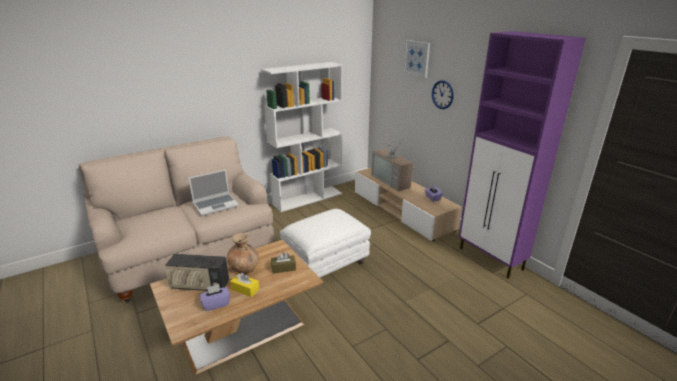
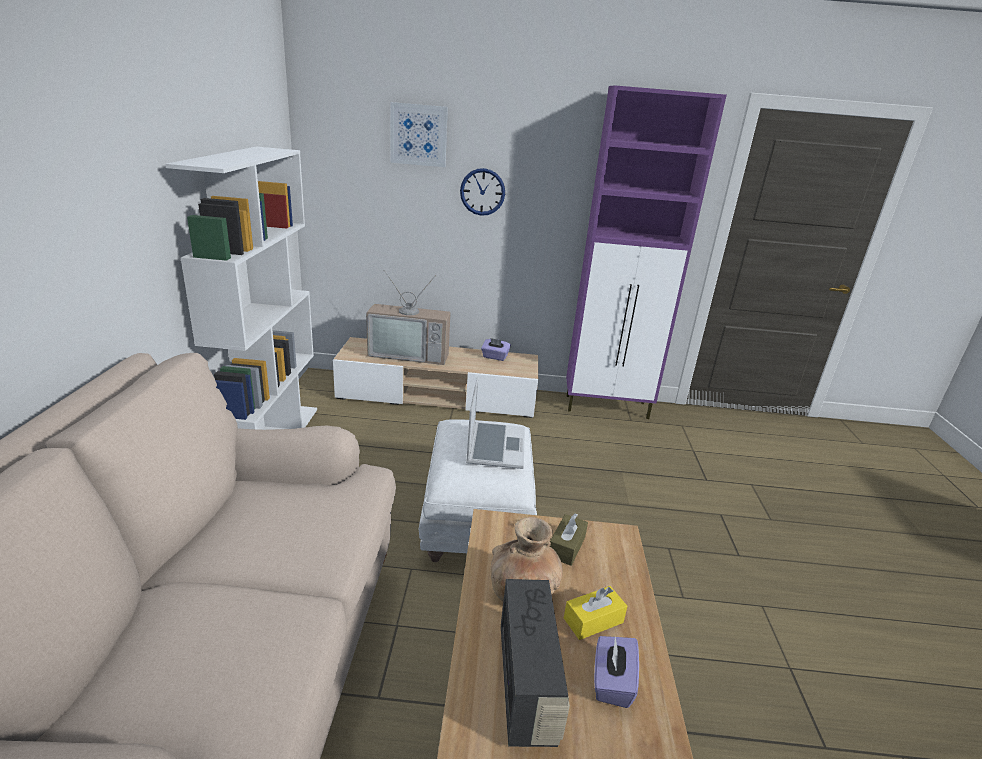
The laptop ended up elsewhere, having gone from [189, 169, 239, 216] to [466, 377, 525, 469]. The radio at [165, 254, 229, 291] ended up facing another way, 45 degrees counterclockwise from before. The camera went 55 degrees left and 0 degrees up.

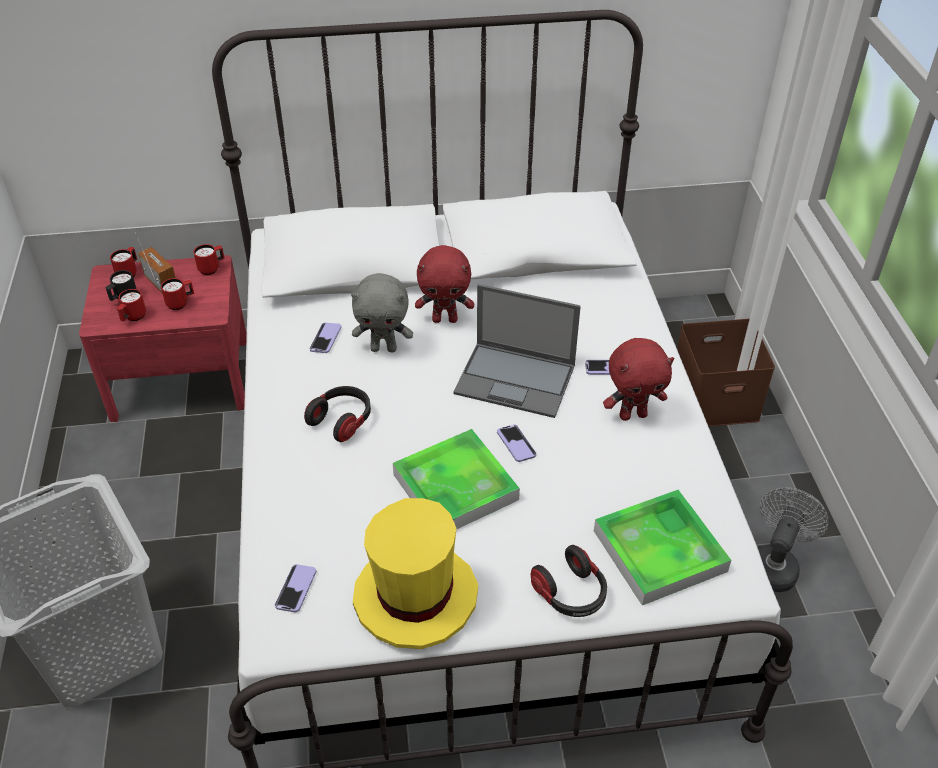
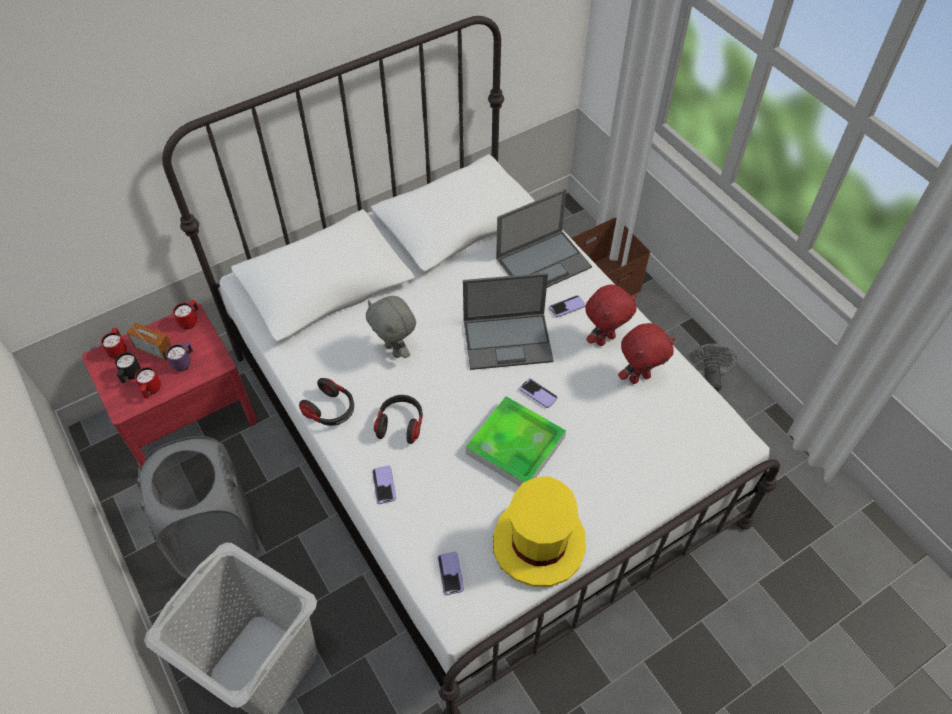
The red plush toy ended up elsewhere, having gone from [415, 245, 474, 323] to [618, 323, 675, 384]. The grey plush toy at [351, 273, 413, 352] ended up facing another way, 75 degrees clockwise from before. What was the red mug at [161, 278, 194, 310] turned into the purple mug at [166, 342, 193, 371]. The phone ended up elsewhere, having gone from [310, 323, 341, 353] to [372, 465, 396, 504]. The second view lost the tray at [594, 489, 731, 605]. The headphones ended up elsewhere, having gone from [531, 545, 607, 617] to [299, 378, 354, 426]. The second view gained the laptop at [496, 189, 592, 288]. The second view gained the grey laundry basket at [137, 436, 259, 579]. The camera went 25 degrees left and 10 degrees up.

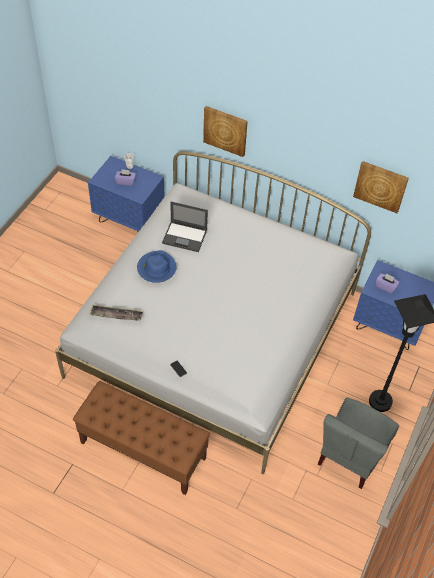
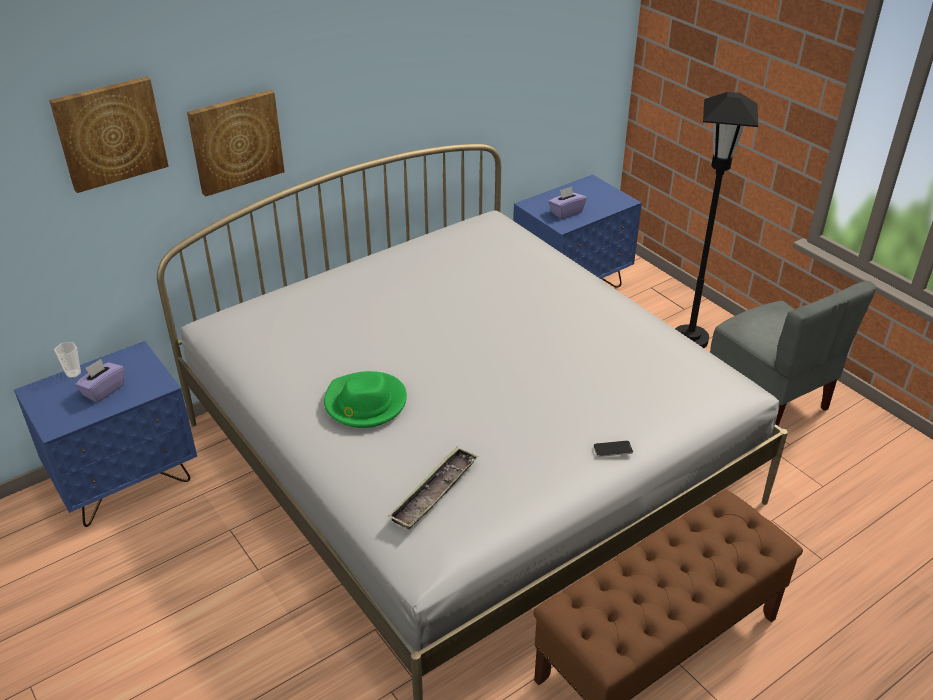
The picture ended up elsewhere, having gone from [353, 161, 409, 213] to [49, 77, 169, 193]. The second view lost the laptop at [162, 202, 208, 252]. What was the blue hat at [137, 250, 177, 283] turned into the green hat at [324, 371, 407, 428]. The camera went 60 degrees left and 15 degrees down.

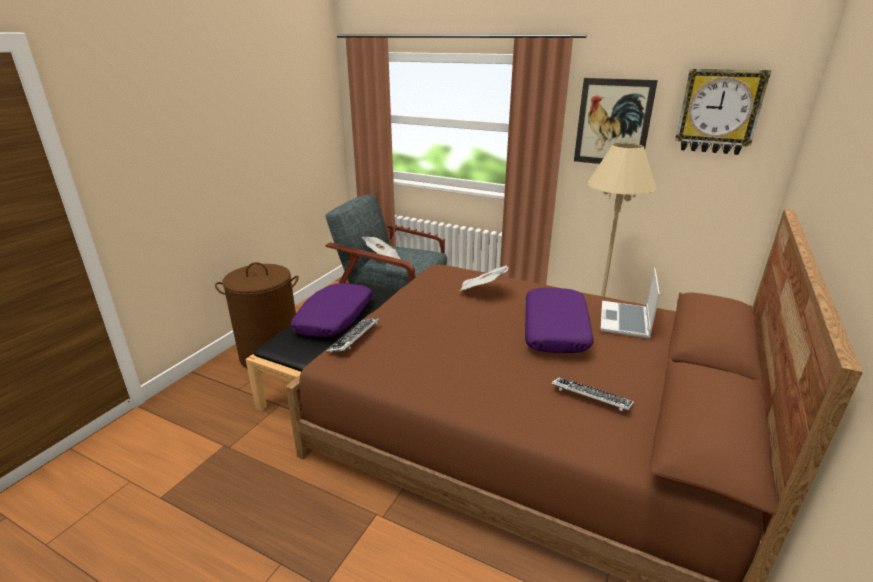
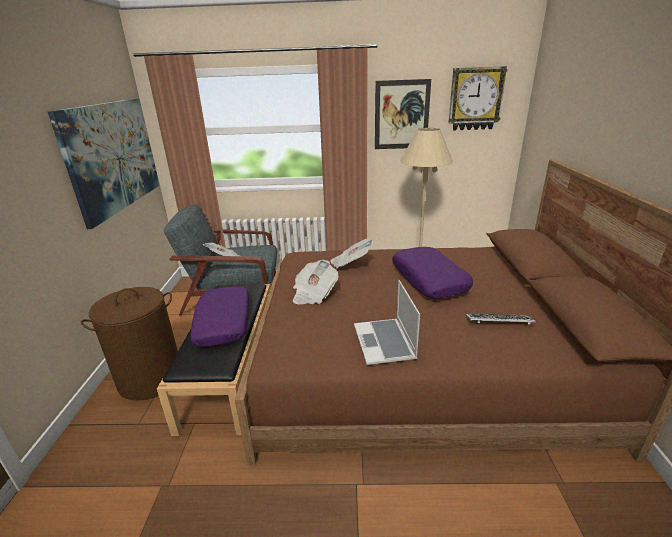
The laptop ended up elsewhere, having gone from [600, 268, 660, 338] to [354, 280, 420, 365]. The second view lost the keyboard at [326, 317, 379, 353]. The second view gained the picture at [48, 98, 160, 229]. The second view gained the newspaper at [293, 260, 338, 304]. The camera went 25 degrees left and 0 degrees up.

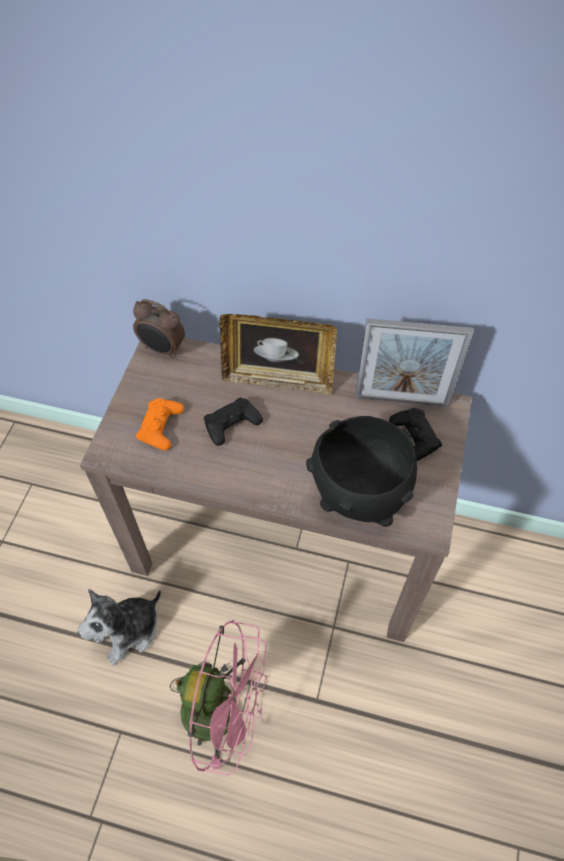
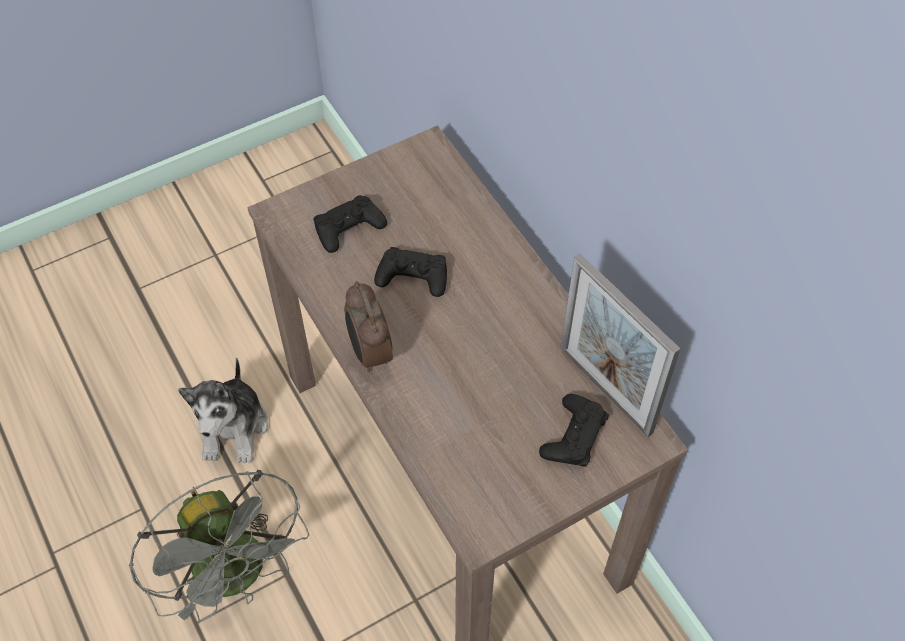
The alarm clock ended up elsewhere, having gone from [133, 299, 185, 358] to [344, 281, 393, 372]. The second view lost the picture frame at [219, 314, 337, 395]. What was the orange game controller at [136, 398, 184, 450] turned into the black game controller at [313, 195, 387, 253]. The second view lost the black bowl at [306, 416, 417, 527]. The plush toy at [77, 589, 161, 665] ended up facing another way, 90 degrees counterclockwise from before. What was the pink fan at [170, 620, 267, 775] turned into the grey fan at [129, 470, 309, 621]. The camera went 45 degrees right and 0 degrees up.

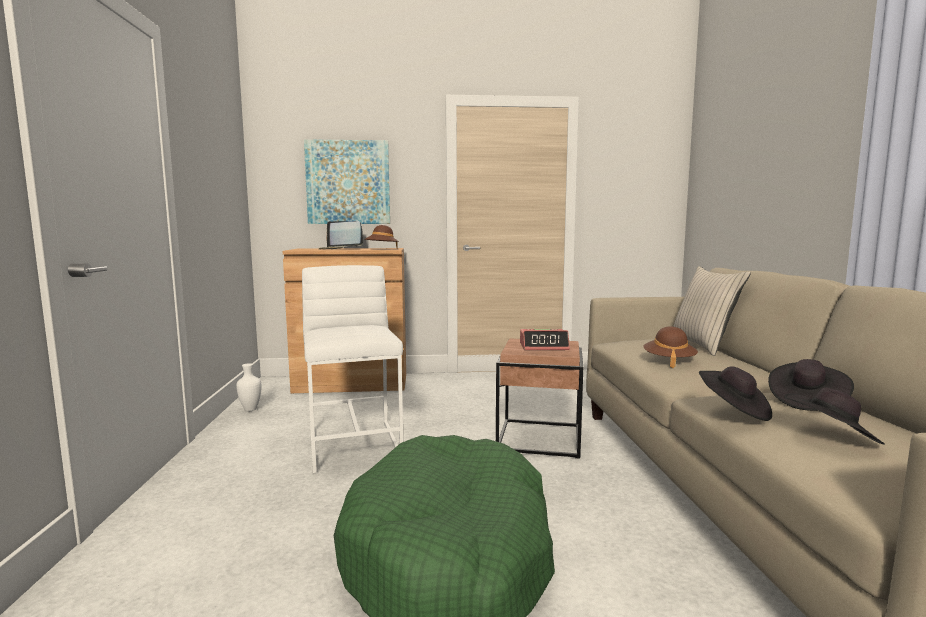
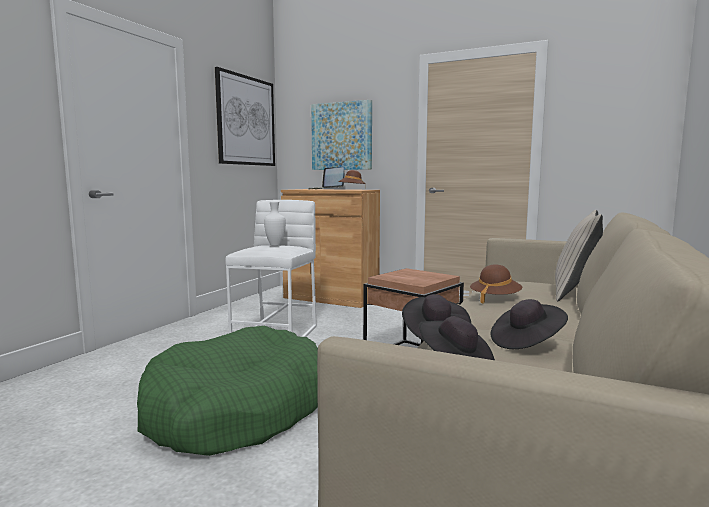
The second view lost the alarm clock at [520, 329, 570, 350]. The white vase ended up elsewhere, having gone from [236, 363, 261, 412] to [264, 201, 286, 246]. The second view gained the picture at [215, 67, 275, 166]. The camera went 30 degrees right and 0 degrees up.

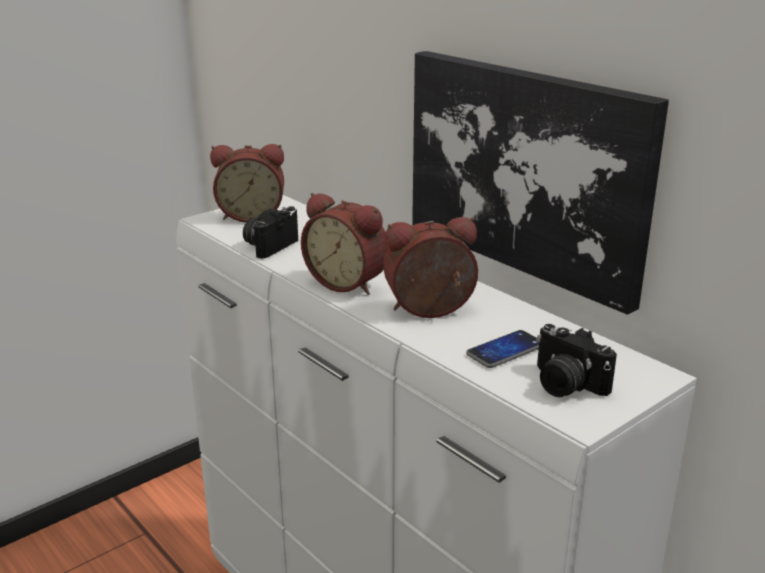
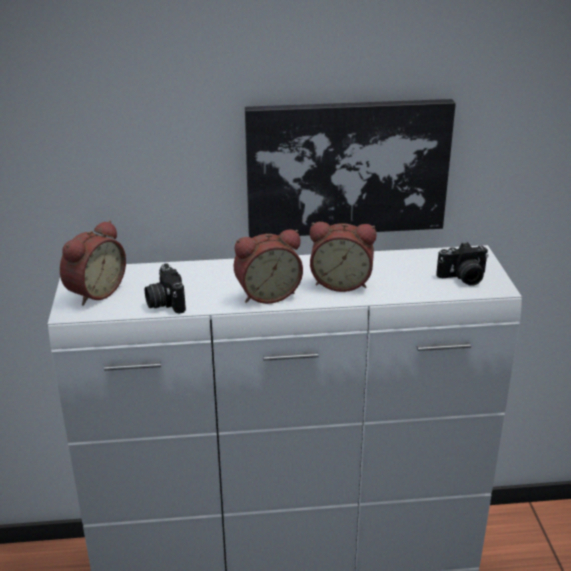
The alarm clock at [384, 217, 478, 318] ended up facing another way, 105 degrees counterclockwise from before. The second view lost the phone at [466, 330, 539, 368]. The camera went 55 degrees left and 5 degrees up.

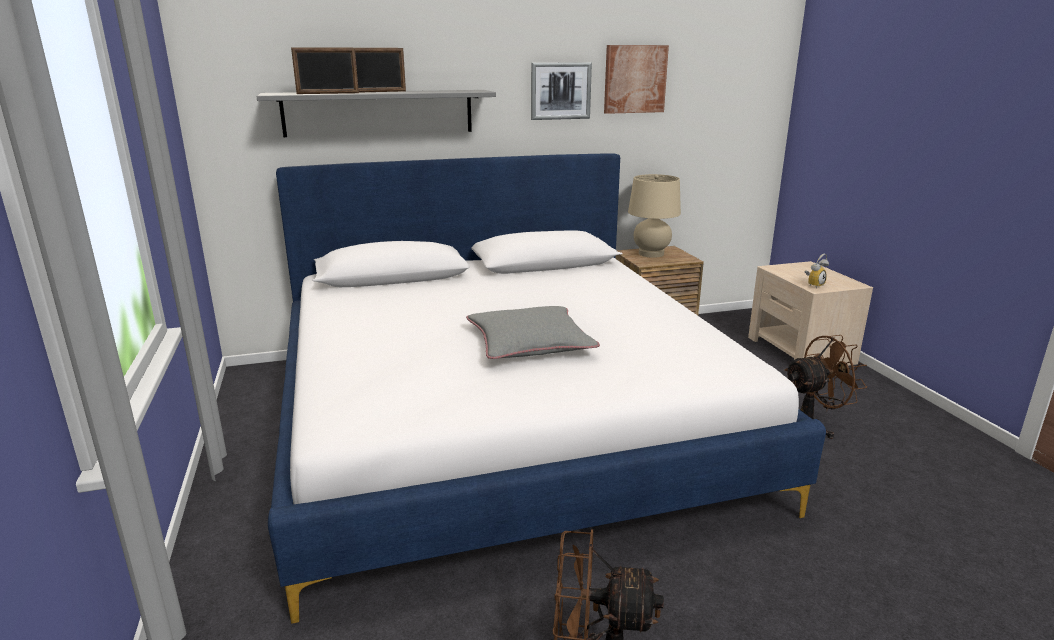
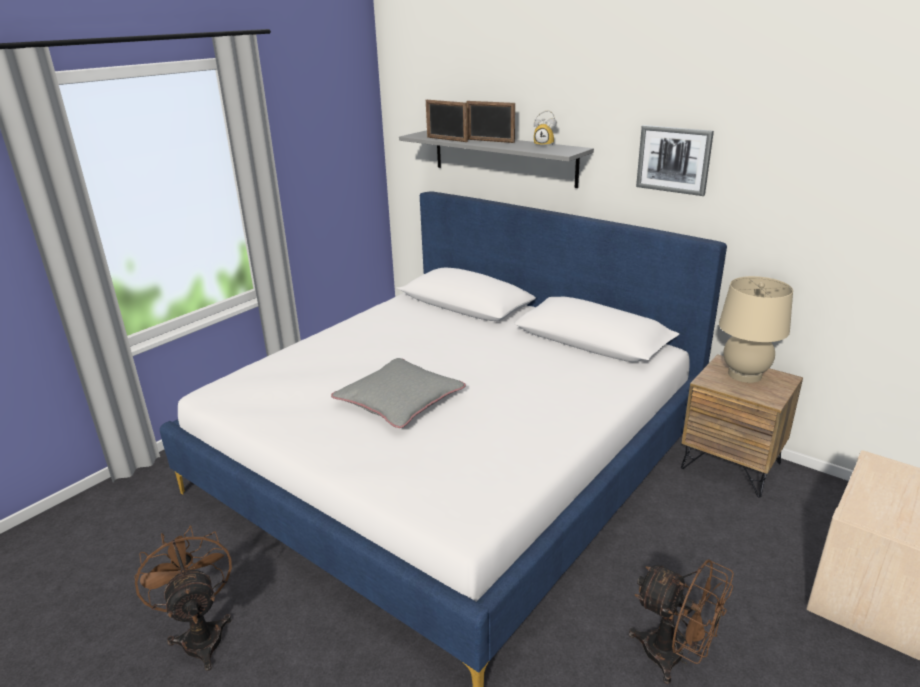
The second view lost the picture at [604, 45, 669, 114]. The alarm clock ended up elsewhere, having gone from [804, 254, 829, 289] to [534, 111, 557, 147]. The camera went 55 degrees right and 5 degrees up.

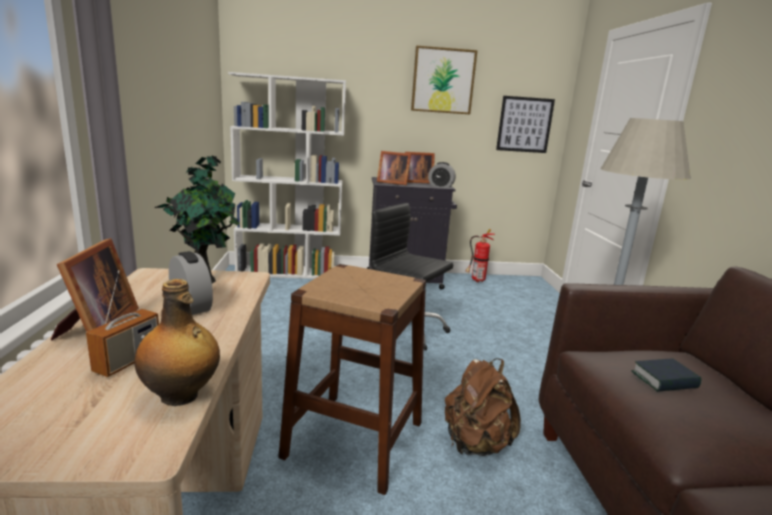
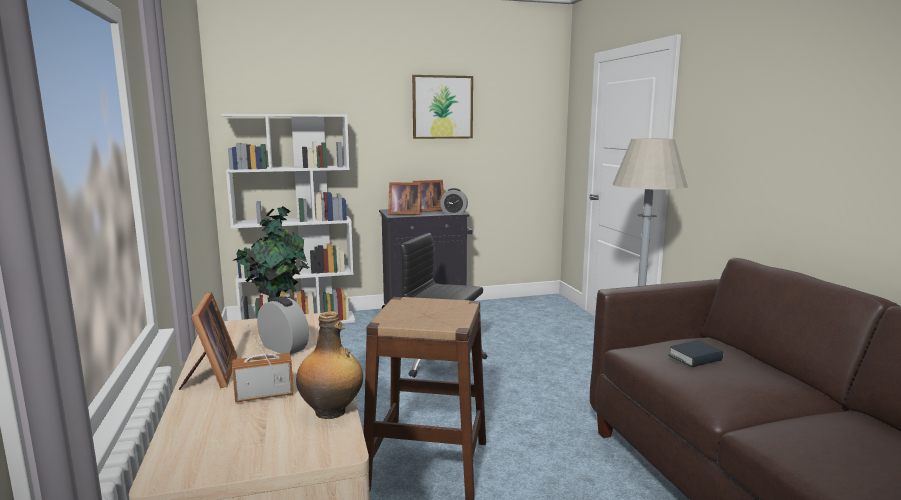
The second view lost the picture at [496, 96, 555, 153]. The second view lost the fire extinguisher at [466, 229, 495, 282]. The radio at [86, 270, 159, 377] ended up facing another way, 120 degrees counterclockwise from before. The second view lost the brown backpack at [445, 358, 521, 456]. The camera went 10 degrees left and 5 degrees down.

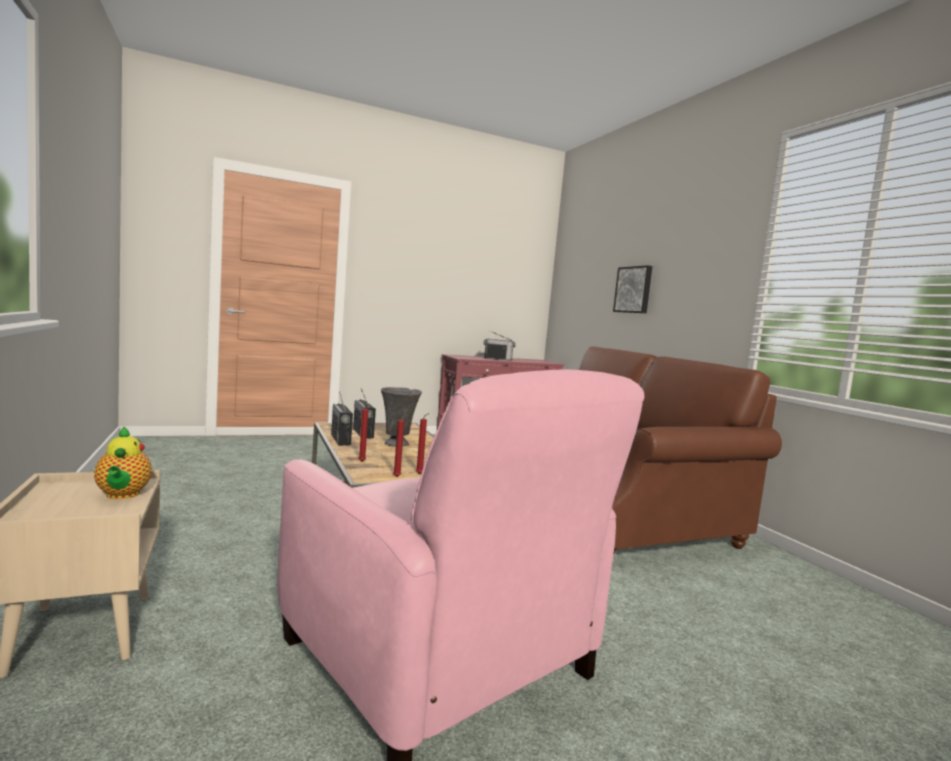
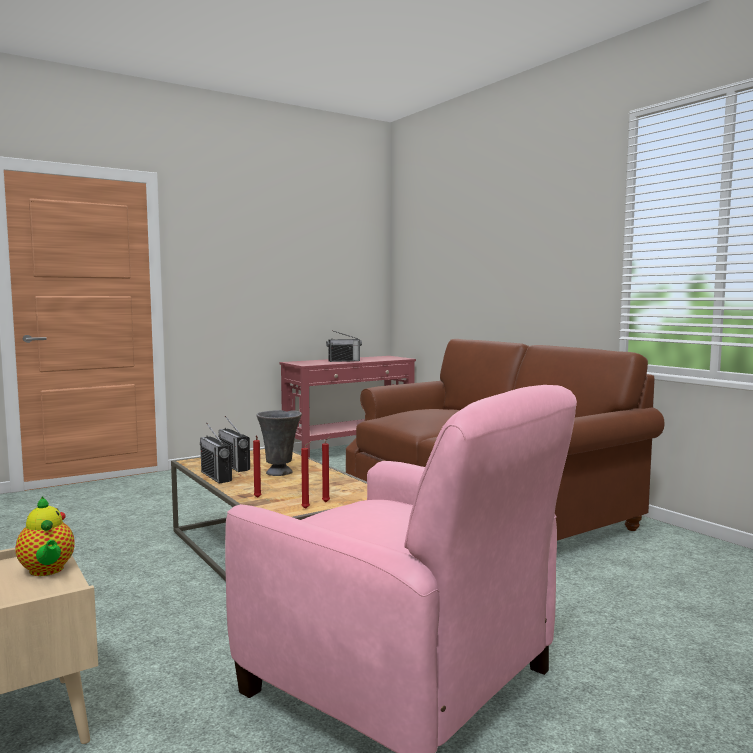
The second view lost the picture at [613, 265, 652, 313]. The camera went 10 degrees left and 0 degrees up.

